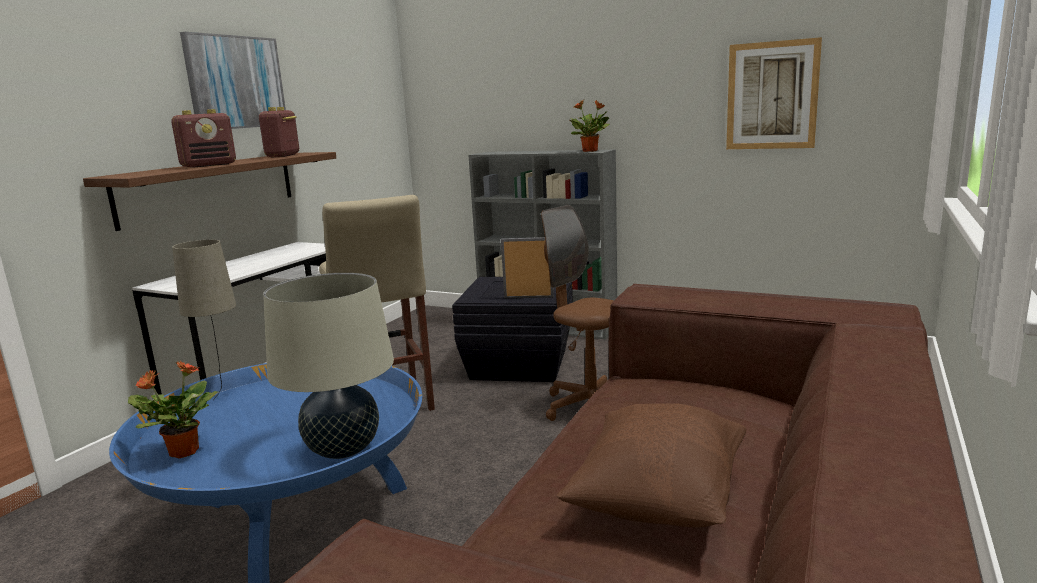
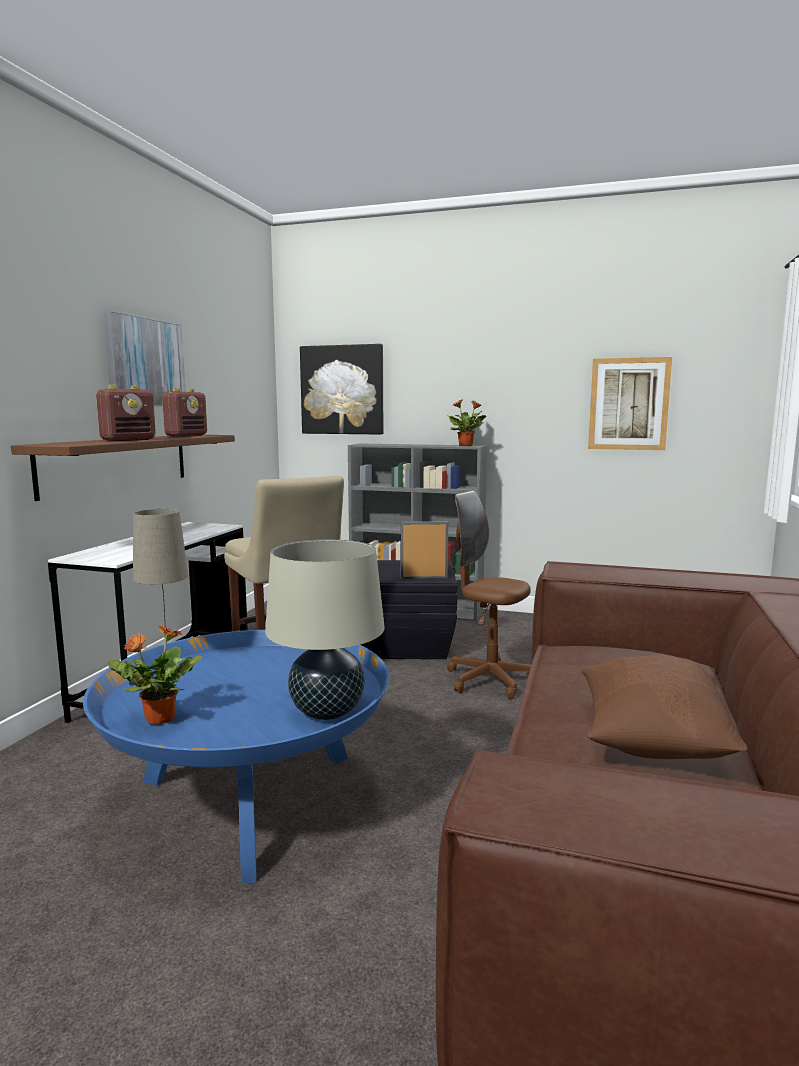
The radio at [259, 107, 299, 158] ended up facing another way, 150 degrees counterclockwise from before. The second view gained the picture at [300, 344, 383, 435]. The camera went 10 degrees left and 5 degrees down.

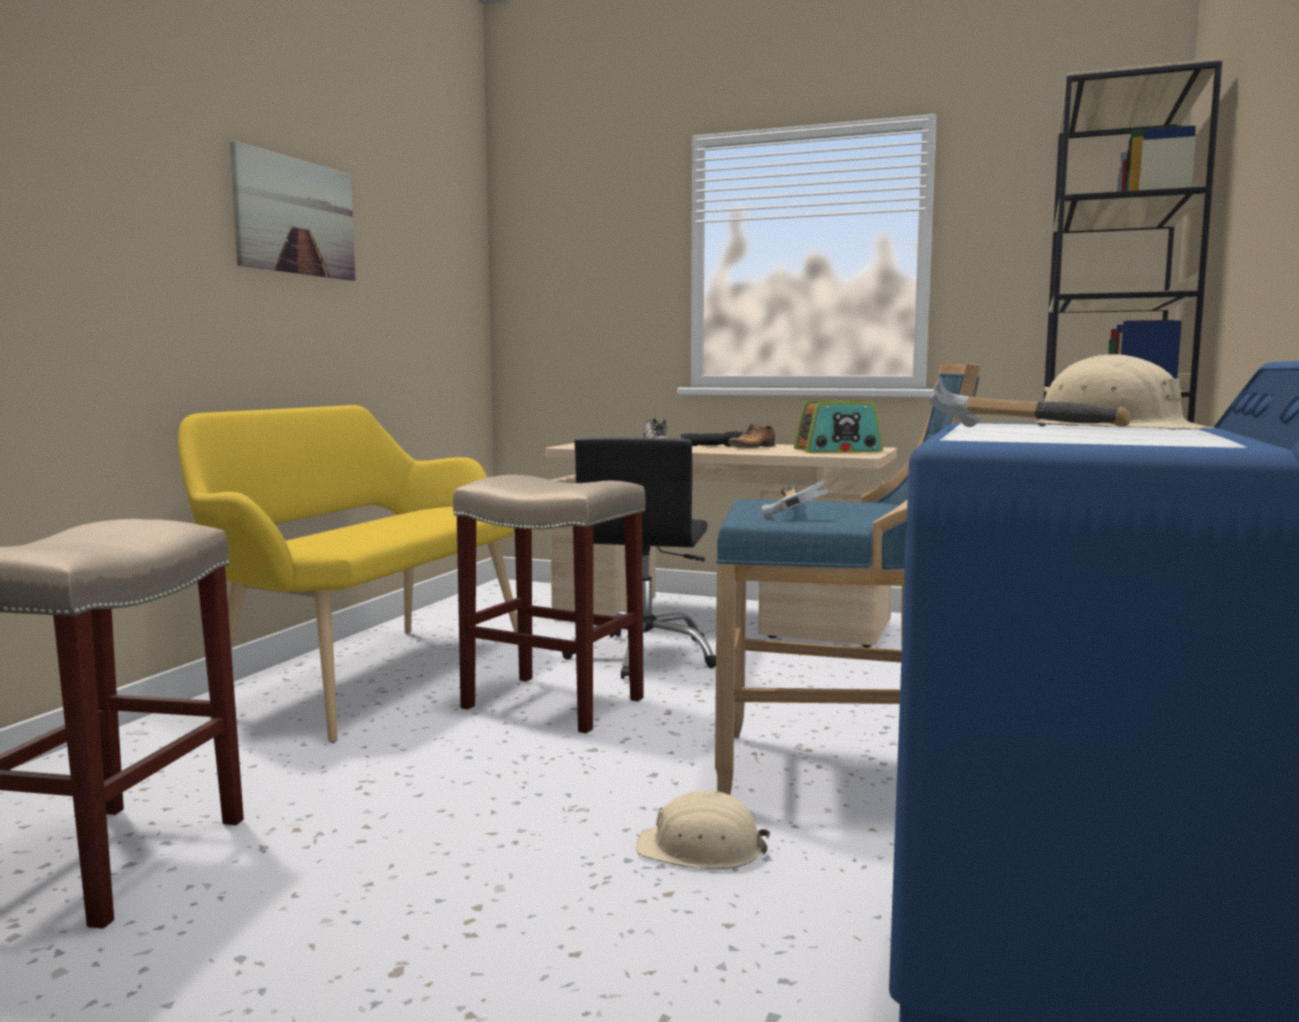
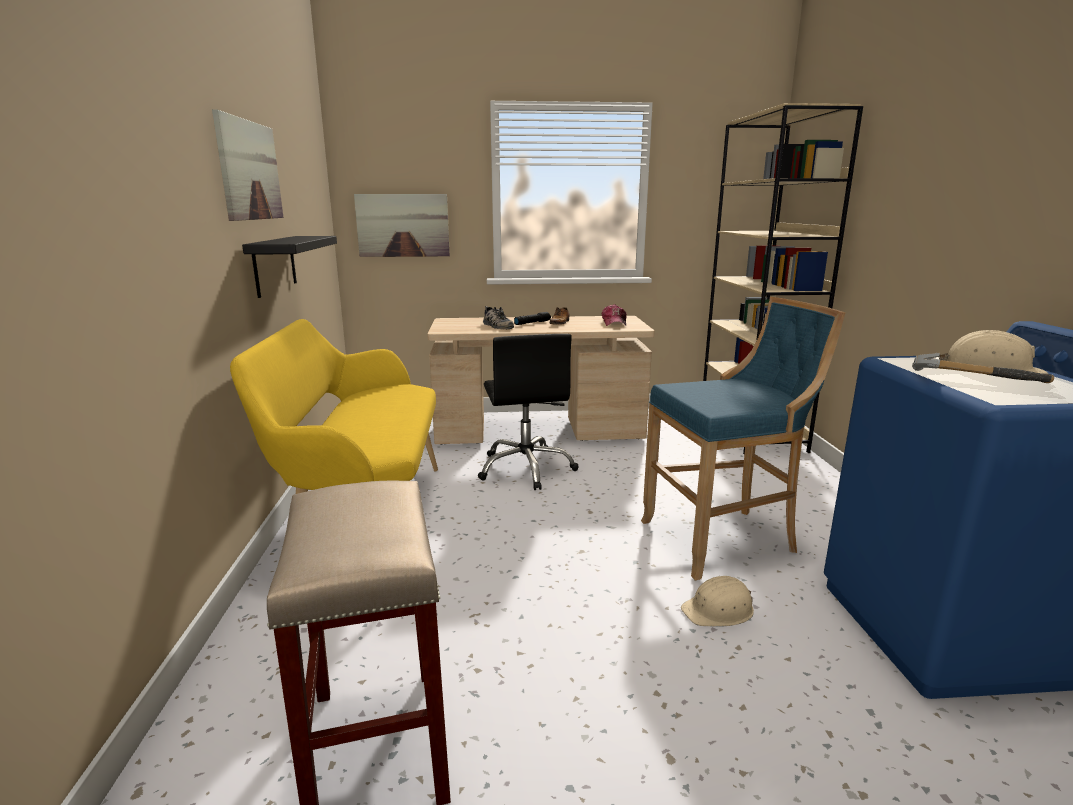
Where the radio stood at [794, 400, 883, 453], the cap came to stand at [602, 304, 627, 326]. The second view lost the beige stool at [453, 475, 646, 733]. The second view lost the hammer at [761, 480, 829, 519]. The second view gained the picture at [354, 194, 450, 257]. The second view gained the black shelf at [242, 236, 337, 298]. The camera went 25 degrees left and 10 degrees up.

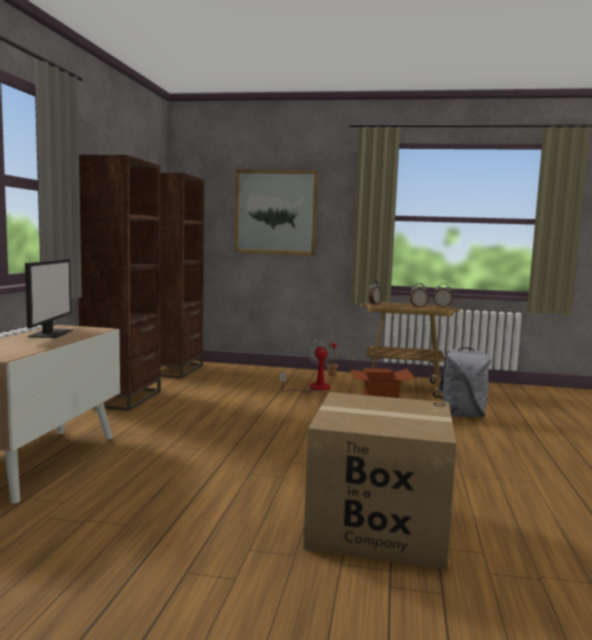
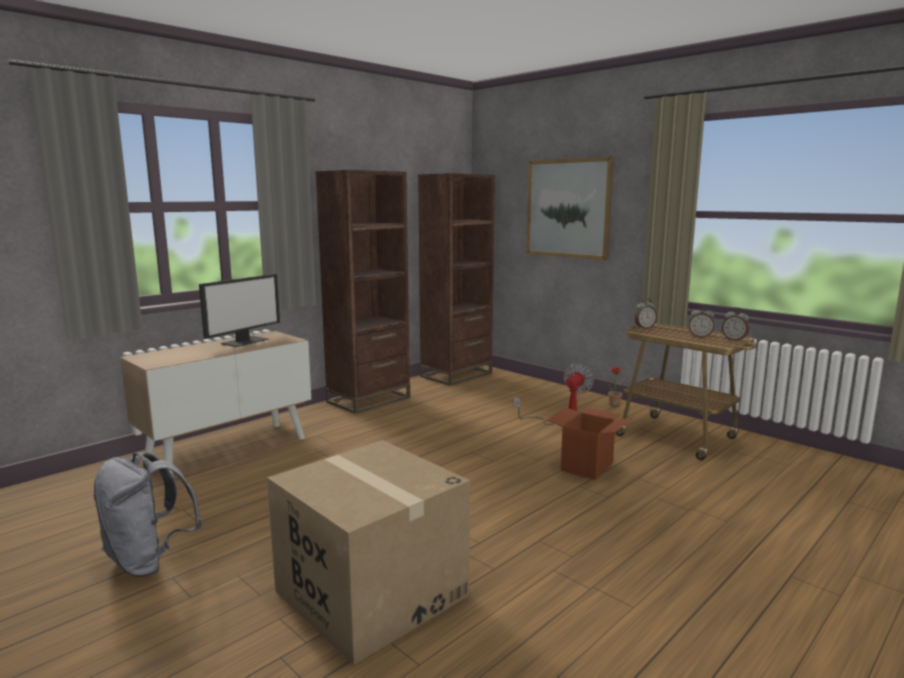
The grey backpack ended up elsewhere, having gone from [438, 347, 490, 417] to [94, 452, 203, 577]. The camera went 35 degrees right and 5 degrees up.

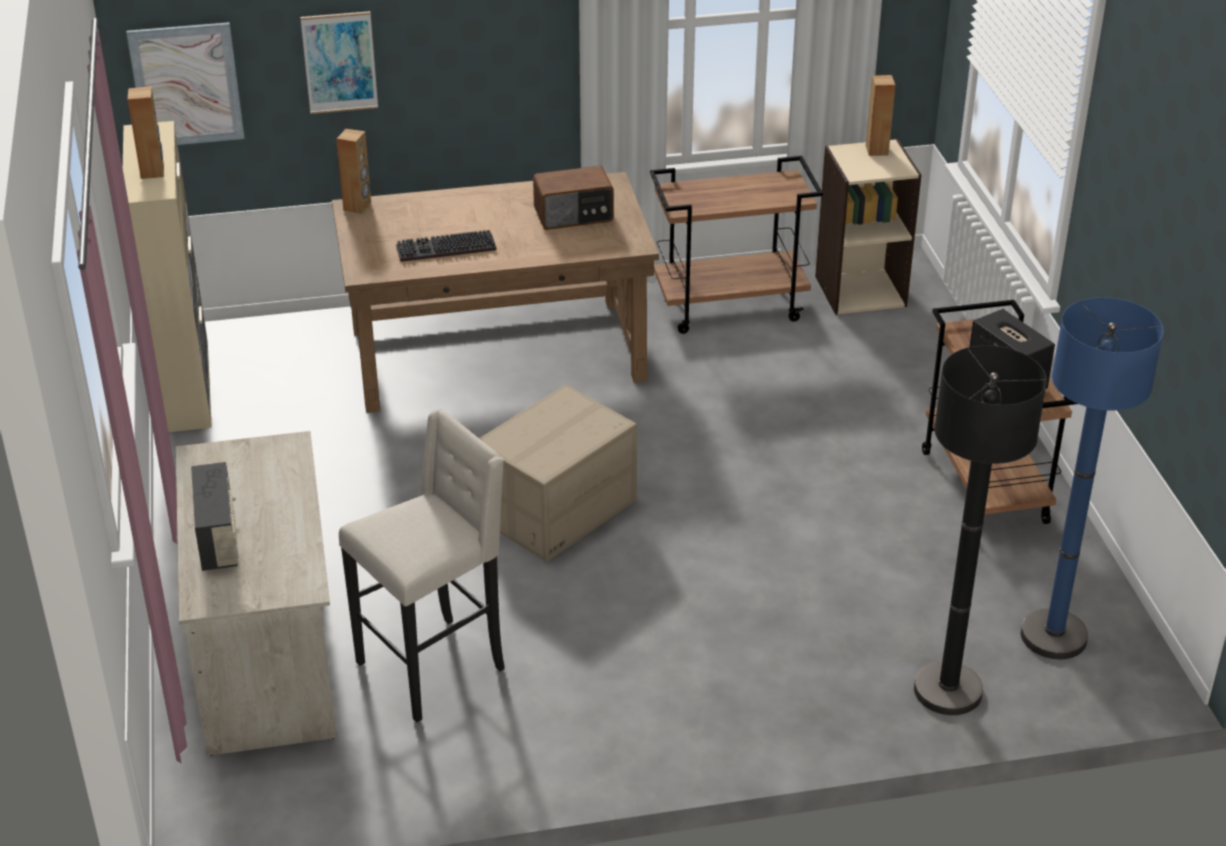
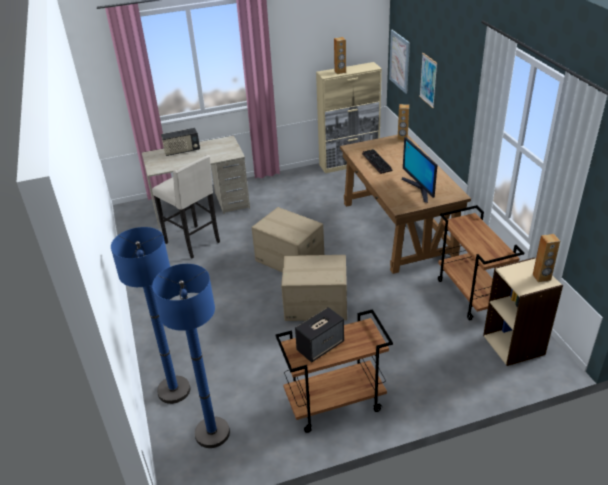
Where the radio stood at [533, 166, 614, 230], the monitor came to stand at [402, 137, 437, 203]. What was the black floor lamp at [914, 345, 1047, 715] turned into the blue floor lamp at [111, 227, 190, 404]. The second view gained the cardboard box at [281, 255, 347, 321]. The camera went 85 degrees right and 0 degrees up.

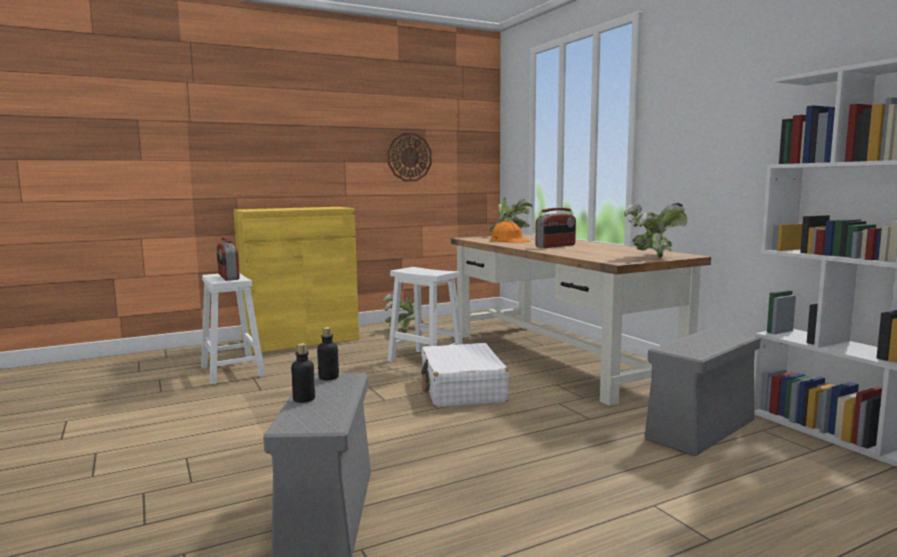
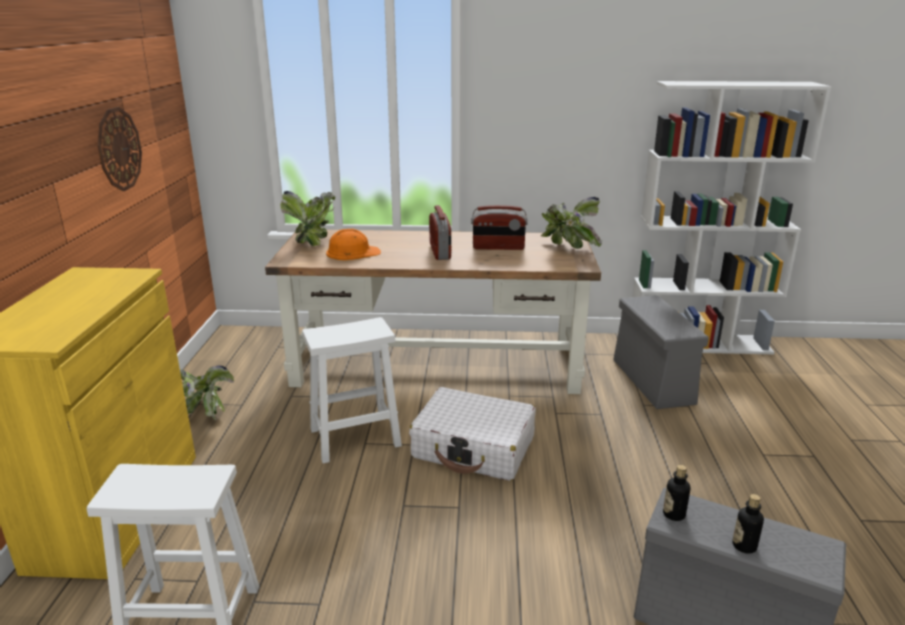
The radio ended up elsewhere, having gone from [217, 237, 240, 281] to [471, 205, 528, 250]. The camera went 60 degrees left and 15 degrees up.

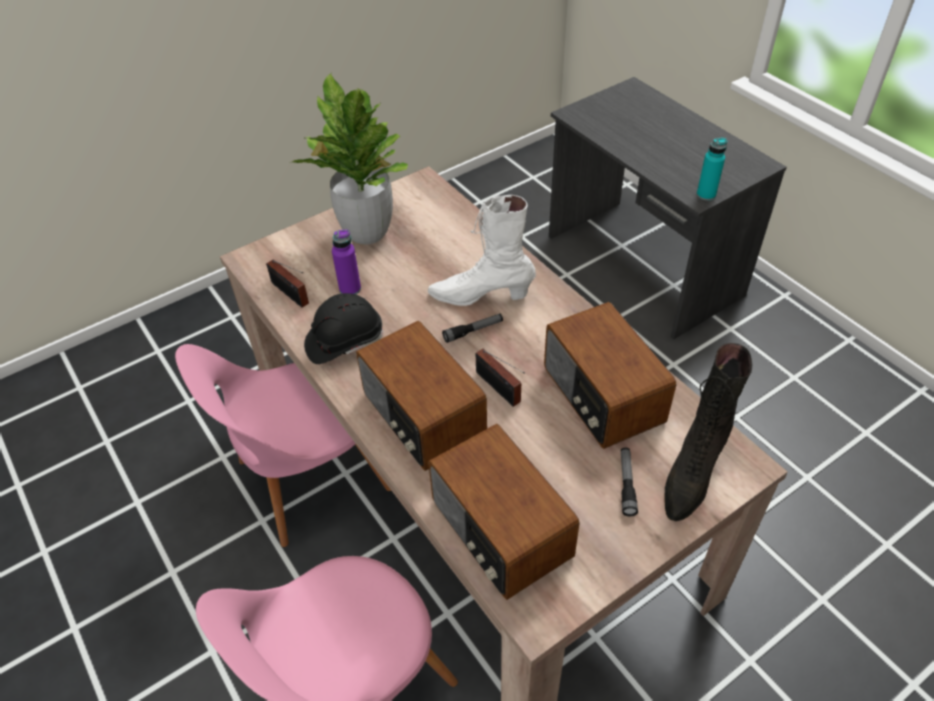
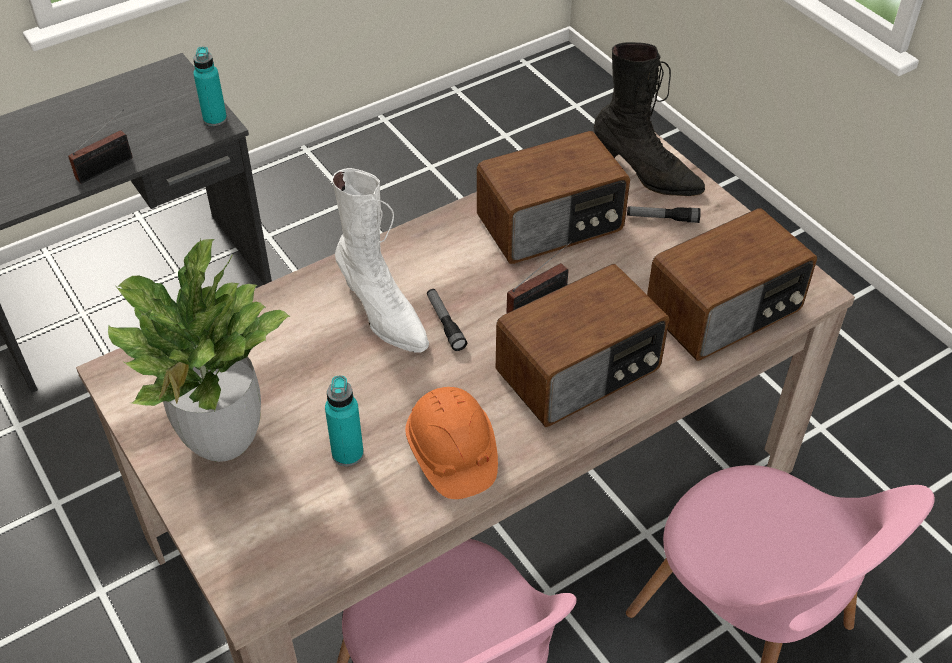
The white boot at [428, 195, 536, 306] ended up facing another way, 45 degrees counterclockwise from before. What was the purple bottle at [332, 230, 361, 295] turned into the turquoise bottle at [325, 376, 364, 466]. The radio ended up elsewhere, having gone from [266, 259, 309, 308] to [68, 109, 133, 184]. What was the black hard hat at [304, 293, 383, 364] turned into the orange hard hat at [405, 387, 498, 499]. The camera went 90 degrees left and 0 degrees up.

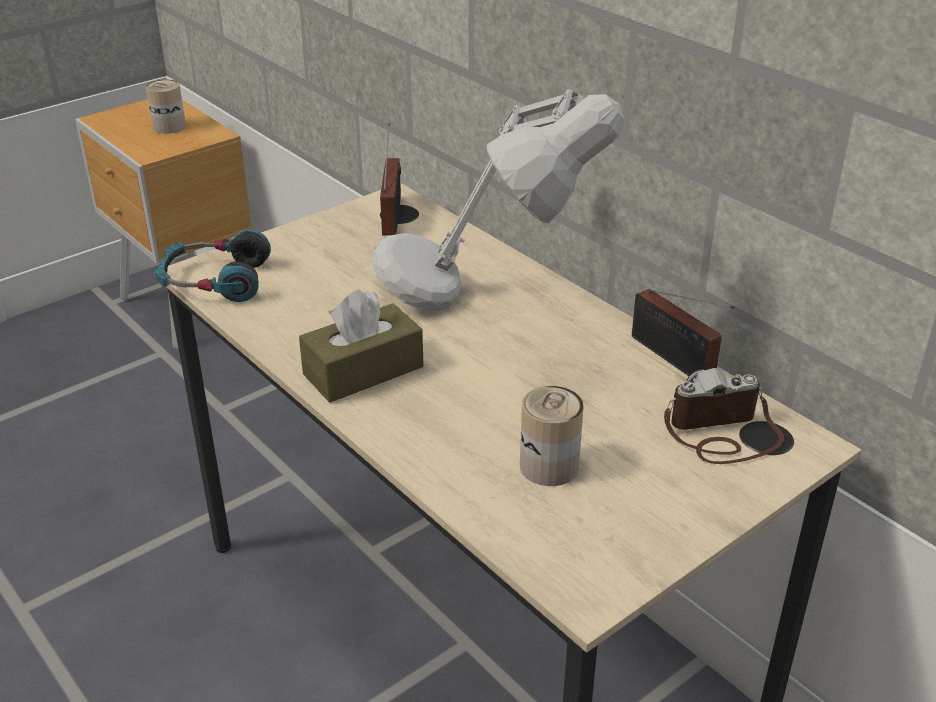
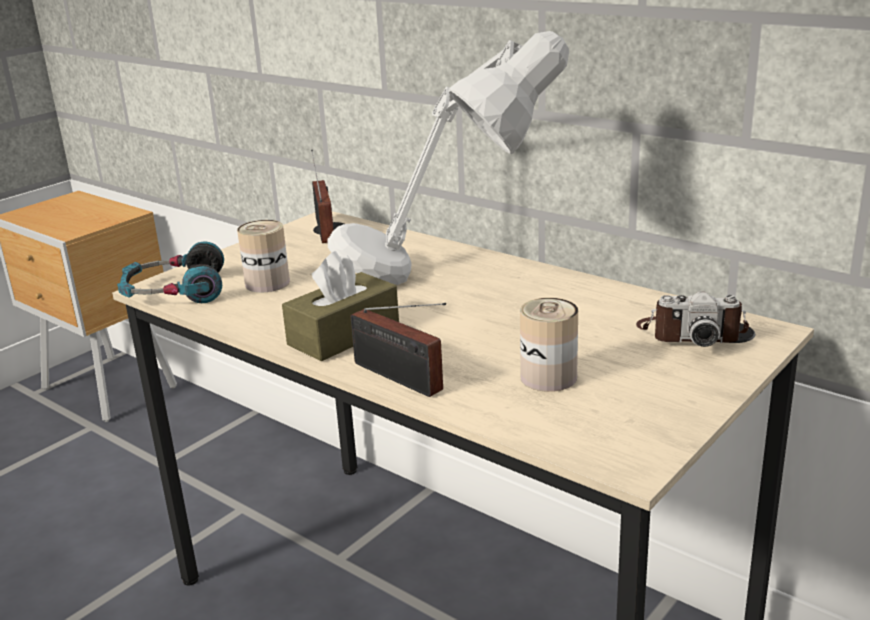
The can ended up elsewhere, having gone from [146, 79, 186, 134] to [237, 220, 290, 293]. The radio ended up elsewhere, having gone from [632, 289, 734, 376] to [350, 303, 446, 397]. The photo camera at [664, 368, 784, 464] ended up facing another way, 150 degrees counterclockwise from before. The camera went 10 degrees left and 10 degrees down.

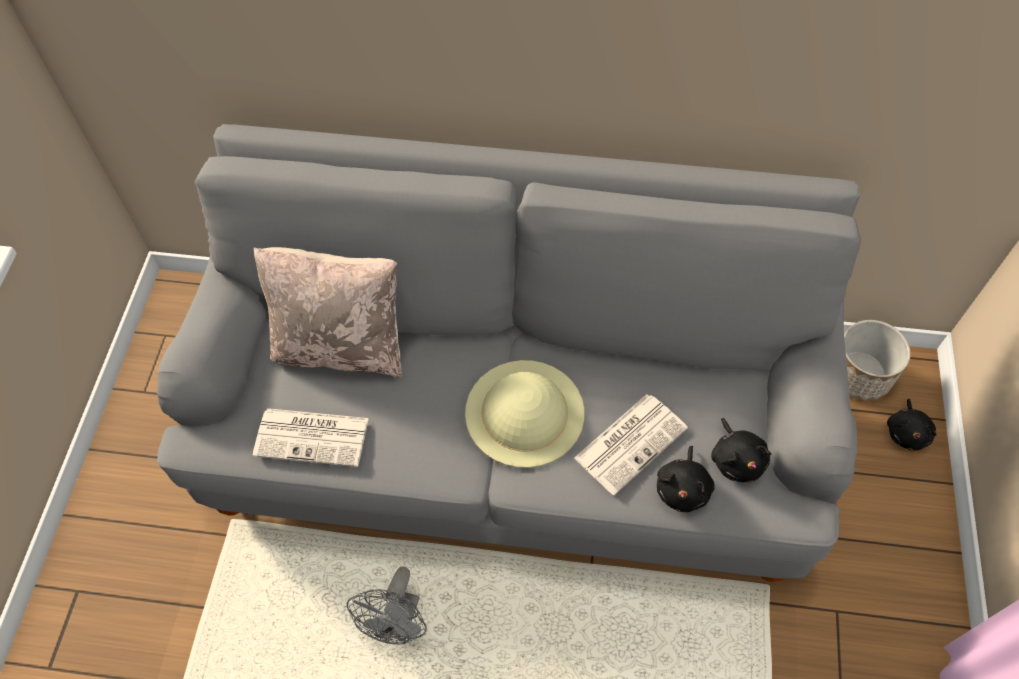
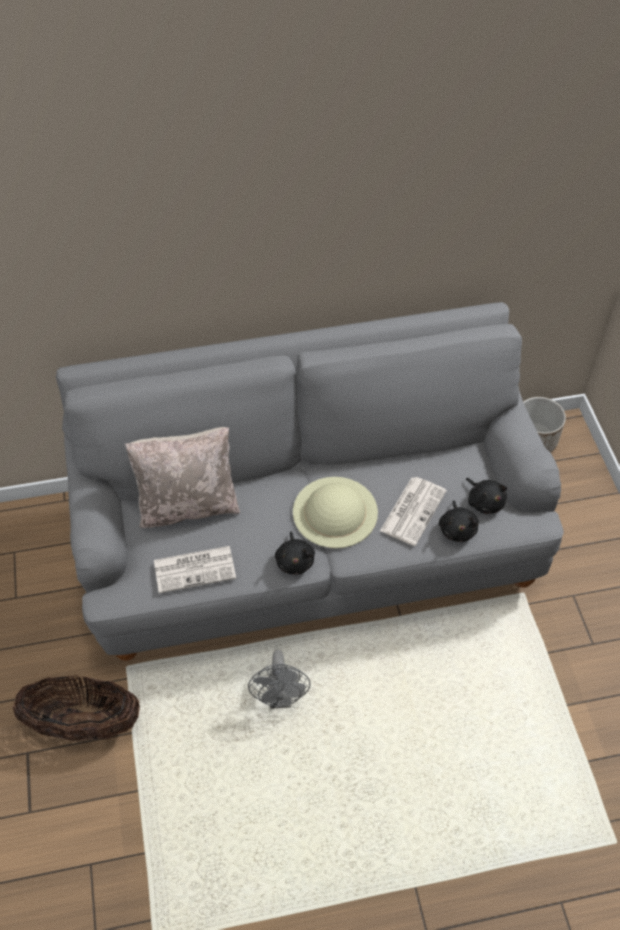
The black plush toy ended up elsewhere, having gone from [887, 399, 937, 450] to [275, 531, 315, 575]. The second view gained the basket at [13, 675, 140, 741]. The camera went 20 degrees left and 5 degrees down.

